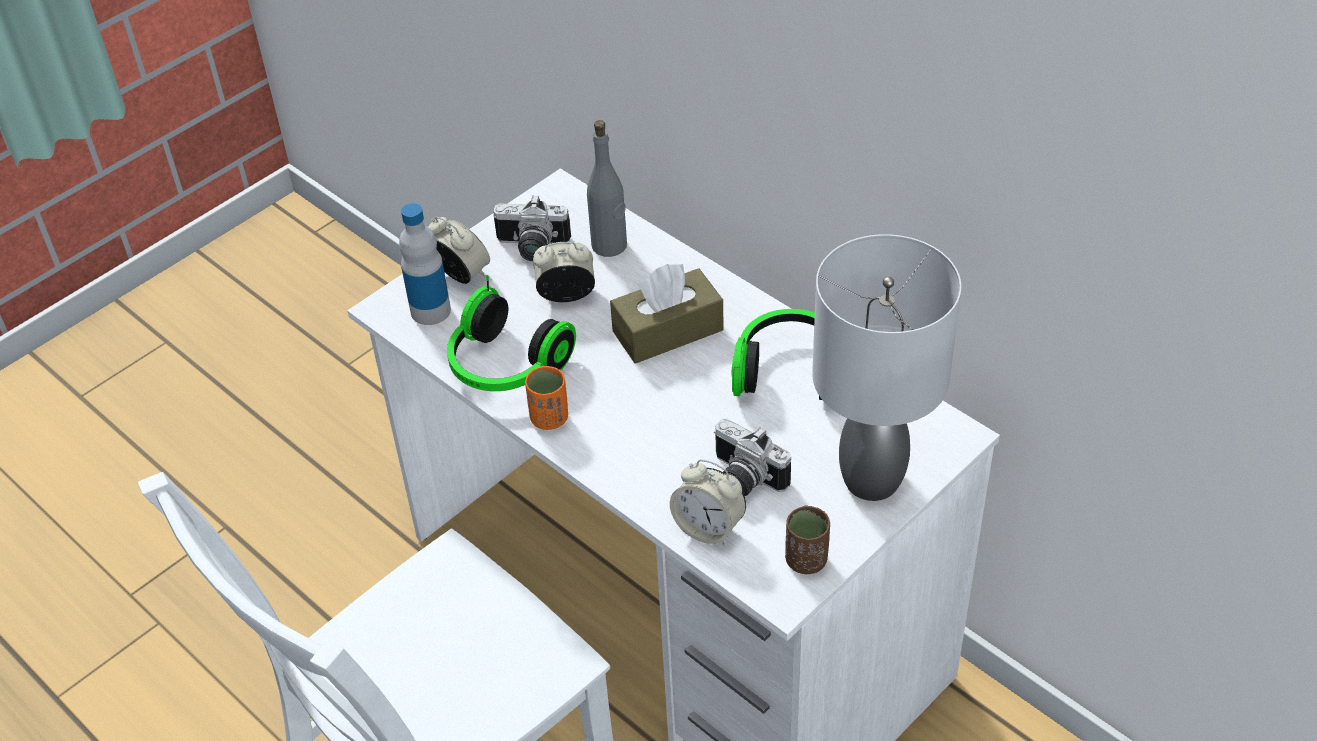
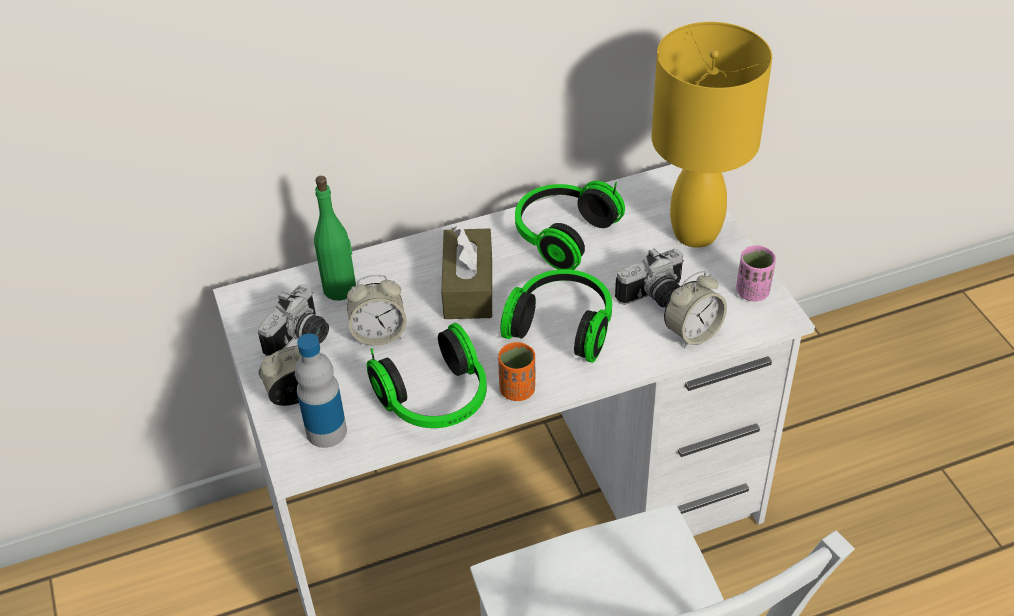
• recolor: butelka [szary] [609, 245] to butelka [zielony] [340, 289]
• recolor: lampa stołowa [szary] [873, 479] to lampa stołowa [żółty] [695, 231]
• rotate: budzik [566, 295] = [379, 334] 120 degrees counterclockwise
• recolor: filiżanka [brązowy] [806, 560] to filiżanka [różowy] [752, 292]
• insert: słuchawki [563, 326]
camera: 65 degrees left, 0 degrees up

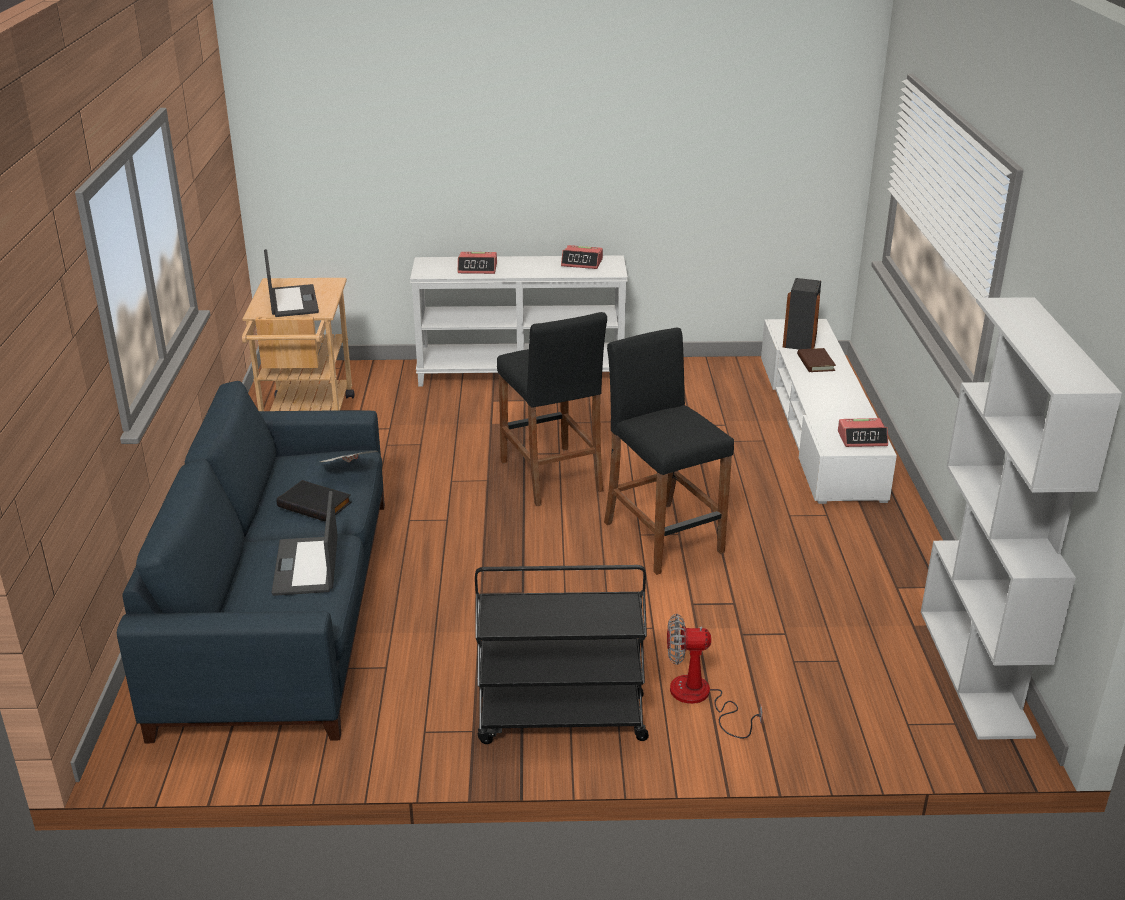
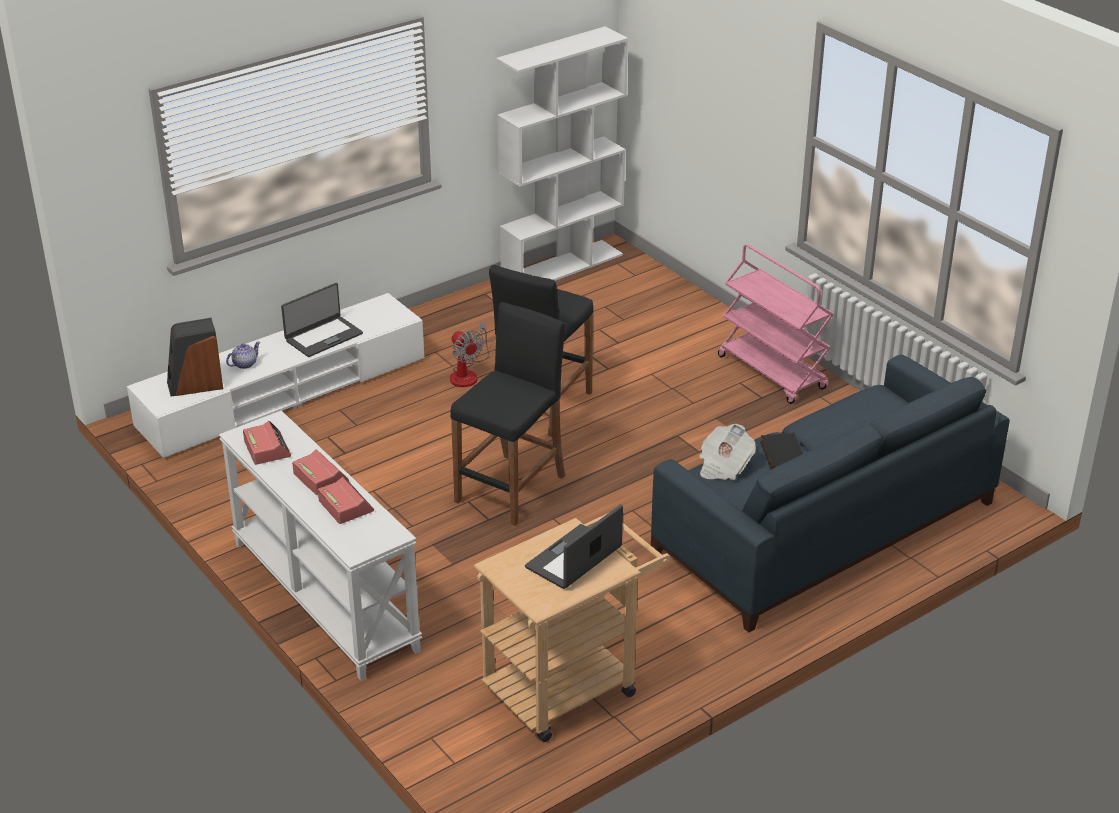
• replace: książka [brązowy] [815, 363] to imbryk [245, 364]
• move: budzik [862, 439] to [320, 477]
• move: laptop [307, 566] to [323, 337]
• recolor: wózek [czarny] [560, 720] to wózek [różowy] [772, 373]
• move: wentylator [700, 698] to [467, 373]
camera: 125 degrees left, 5 degrees up

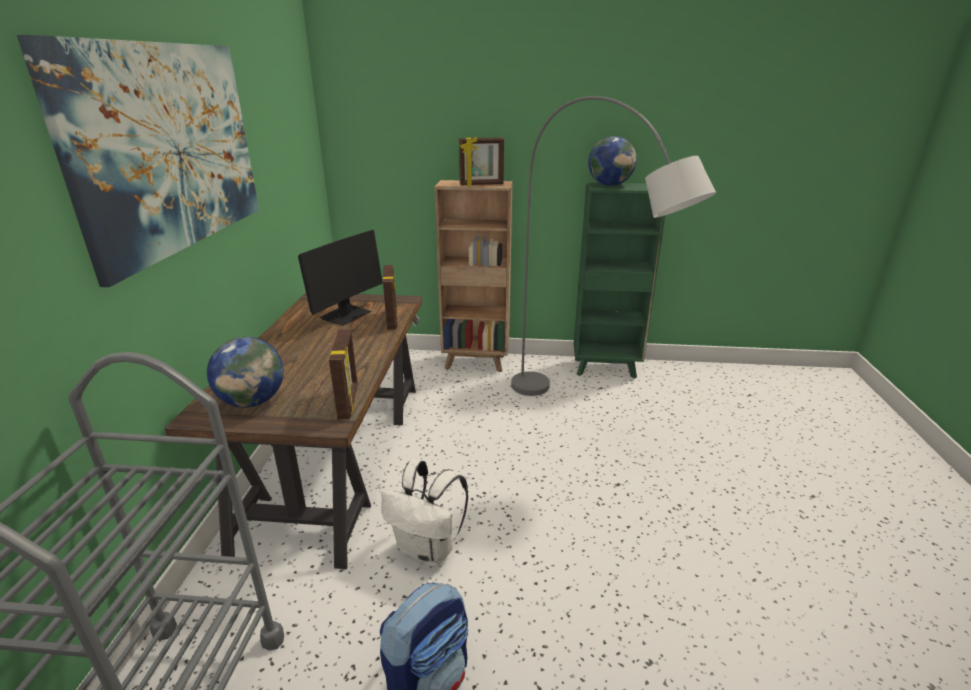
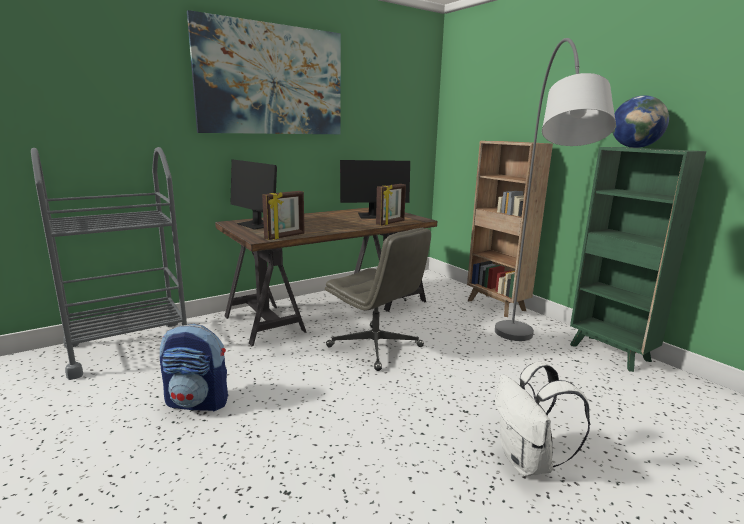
• delete: ramka na zdjęcie [481, 184]
• replace: globus [253, 401] to monitor [256, 225]
• move: plecak [biały] [428, 550] to [528, 462]
• insert: krzesło biurowe [szary] [376, 347]
camera: 50 degrees right, 10 degrees down

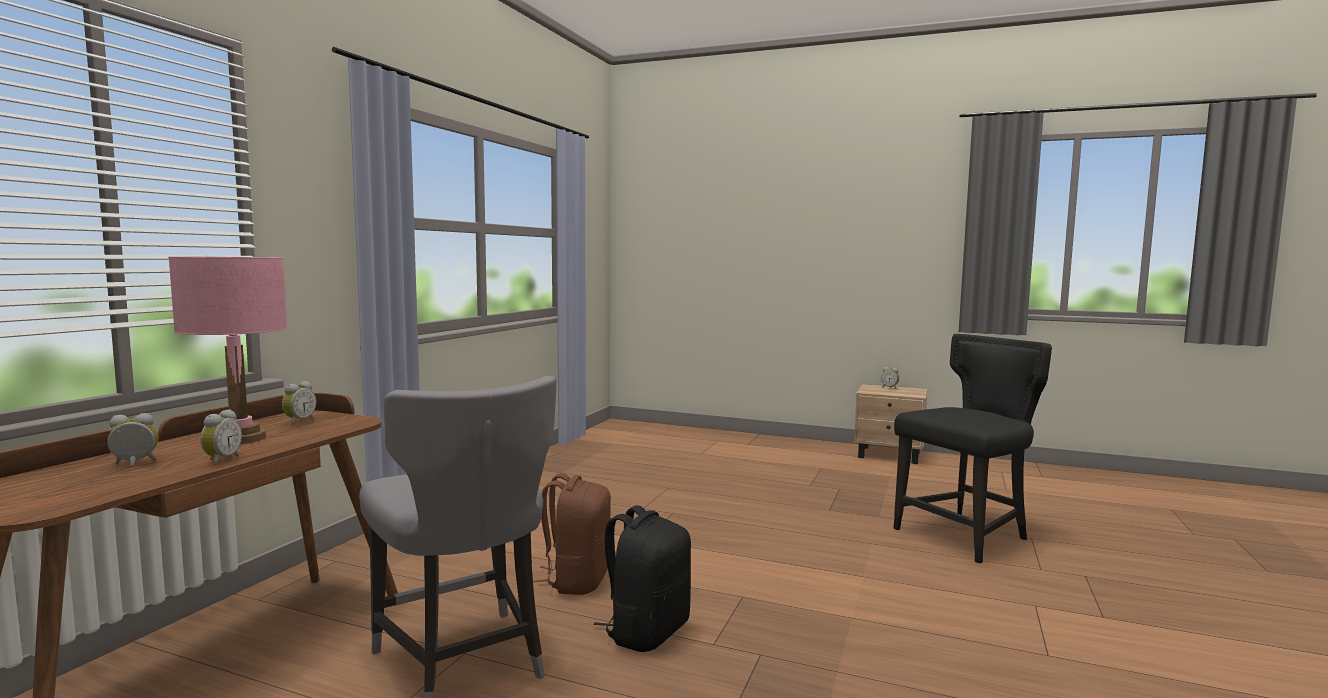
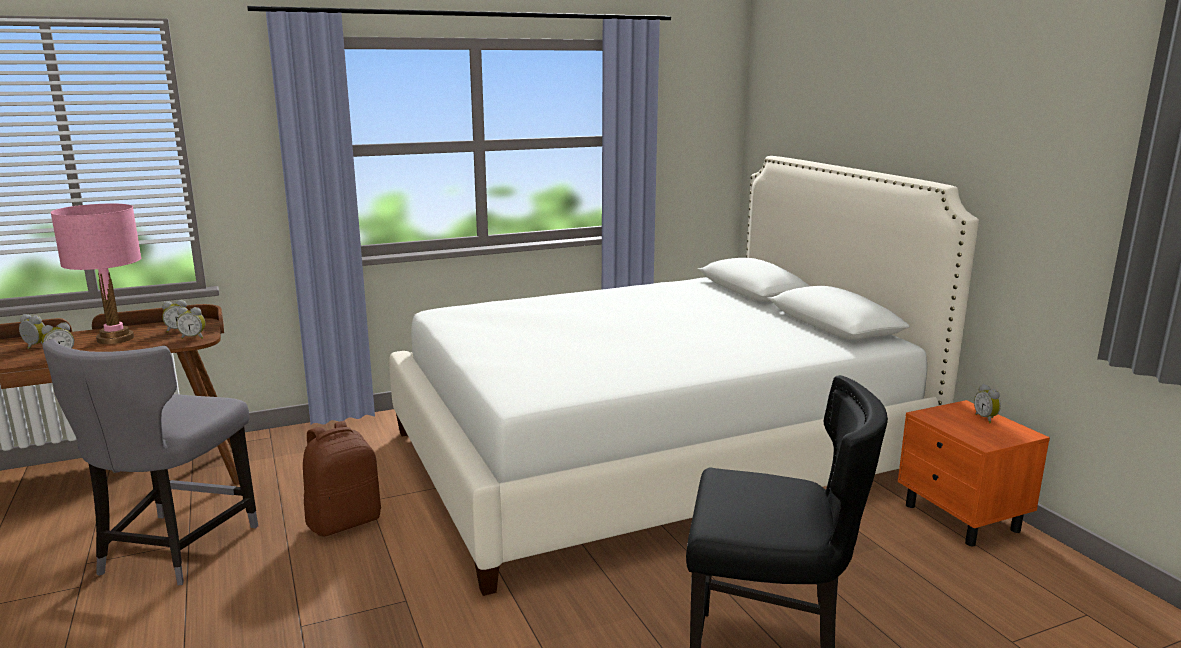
• recolor: szafka nocna [beżowy] [890, 455] to szafka nocna [pomarańczowy] [962, 518]
• delete: plecak [czarny] [646, 632]
• insert: łóżko [biały] [653, 456]
• insert: budzik [193, 337]
camera: 45 degrees right, 10 degrees up

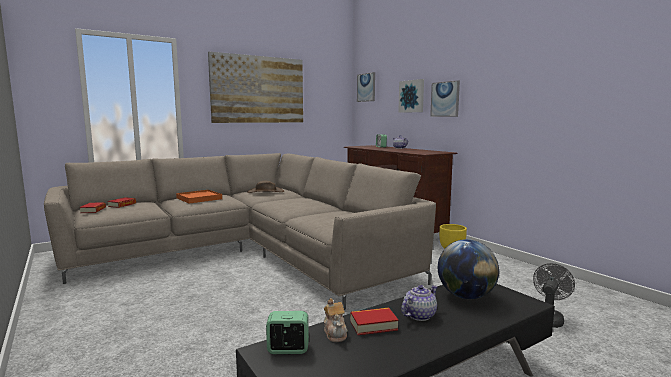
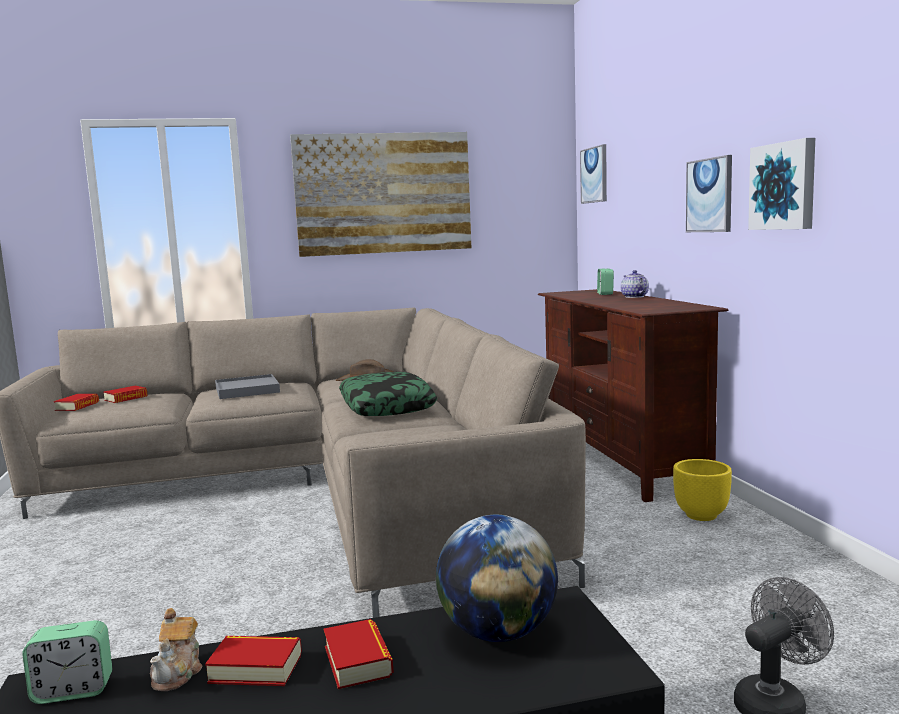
• move: obraz [412, 96] to [784, 186]
• recolor: taca [pomarańczowy] [199, 198] to taca [szary] [247, 390]
• replace: imbryk [418, 315] to książka [358, 661]
• rotate: budzik [288, 349] = [73, 691] 150 degrees clockwise
• insert: poduszka [387, 406]
camera: 20 degrees right, 0 degrees up

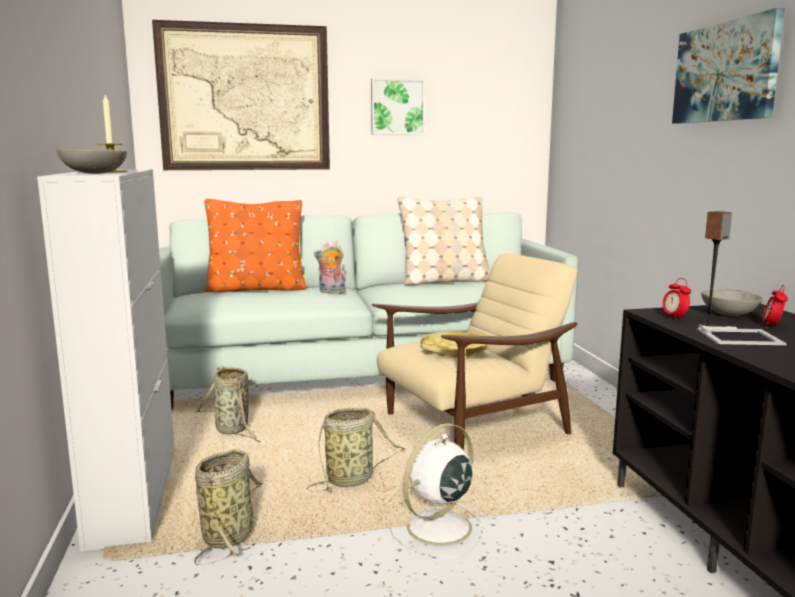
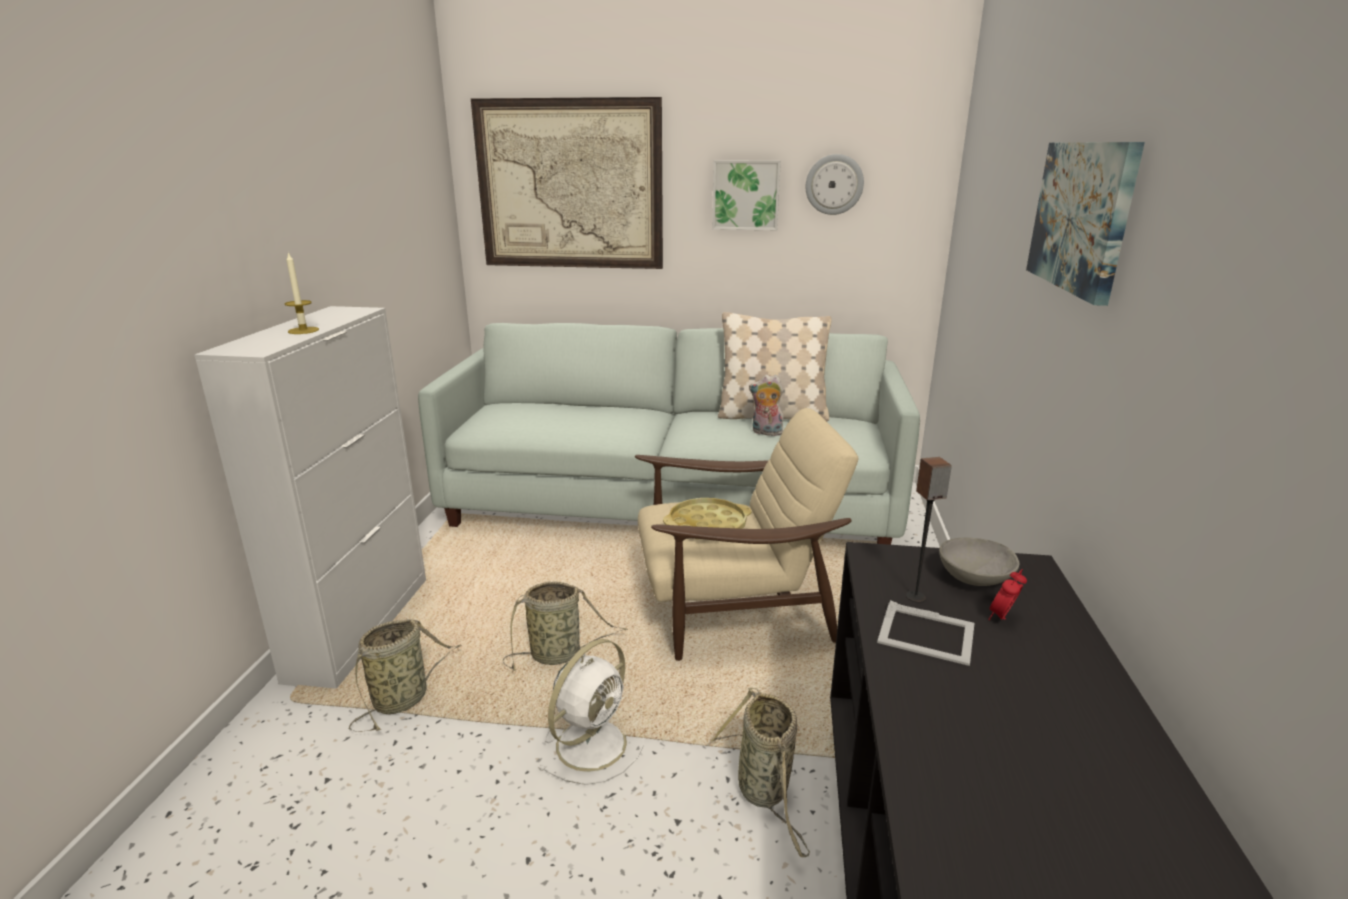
• delete: miska [szary] [93, 173]
• delete: poduszka [pomarańczowy] [256, 289]
• move: pluszak [331, 292] to [766, 432]
• delete: budzik [674, 318]
• move: koszyk [233, 430] to [764, 791]
• rotate: wentylator [biały] [437, 528] = [593, 742] 150 degrees clockwise
• insert: zegar ścienny [834, 184]
camera: 20 degrees right, 10 degrees up

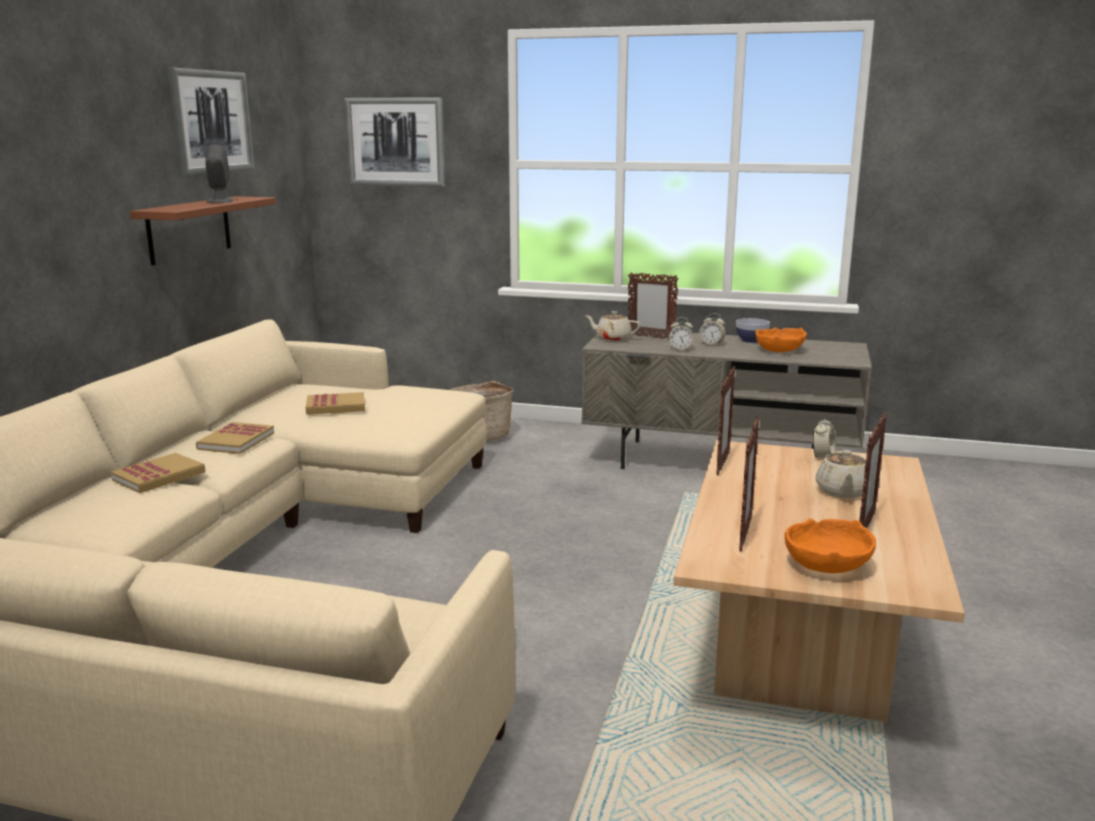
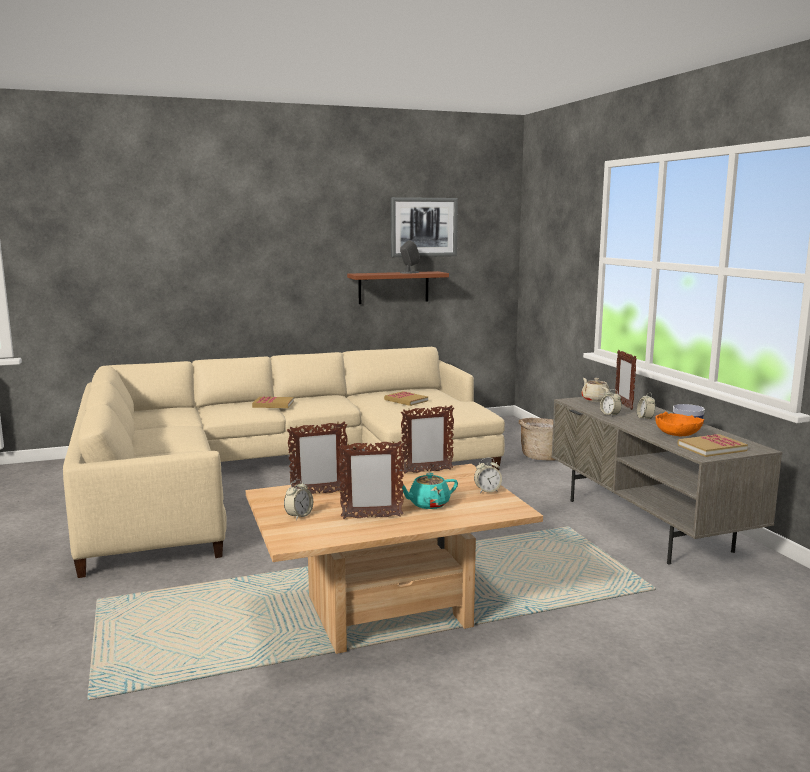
• delete: obraz [395, 142]
• move: książka [236, 441] to [711, 448]
• recolor: imbryk [beżowy] [842, 492] to imbryk [turkusowy] [428, 504]
• replace: miska [pomarańczowy] [825, 565] to budzik [299, 516]
camera: 55 degrees right, 5 degrees down

